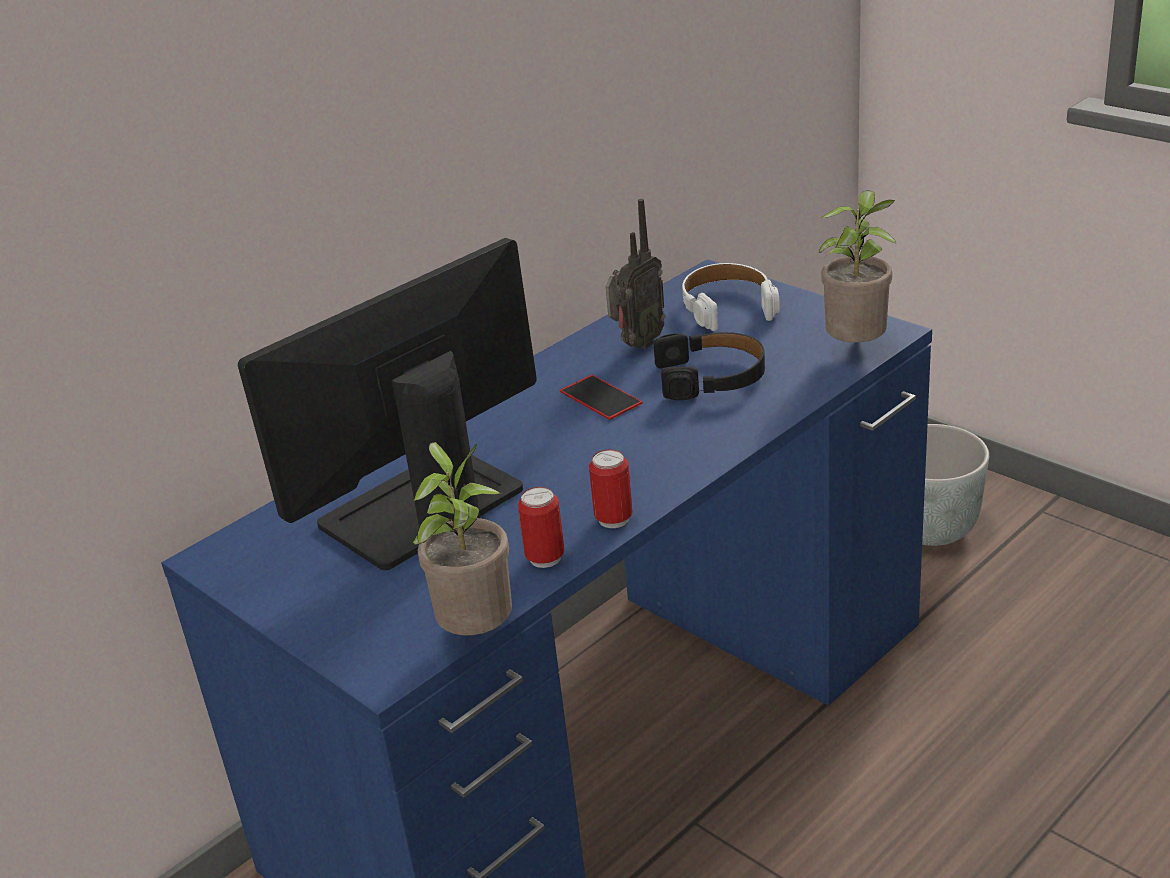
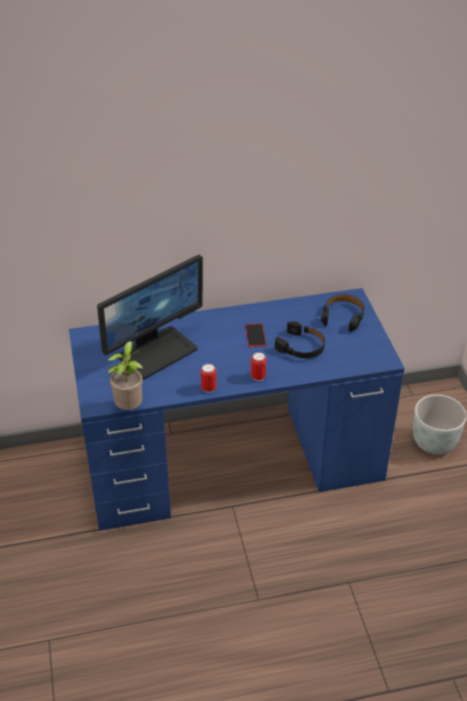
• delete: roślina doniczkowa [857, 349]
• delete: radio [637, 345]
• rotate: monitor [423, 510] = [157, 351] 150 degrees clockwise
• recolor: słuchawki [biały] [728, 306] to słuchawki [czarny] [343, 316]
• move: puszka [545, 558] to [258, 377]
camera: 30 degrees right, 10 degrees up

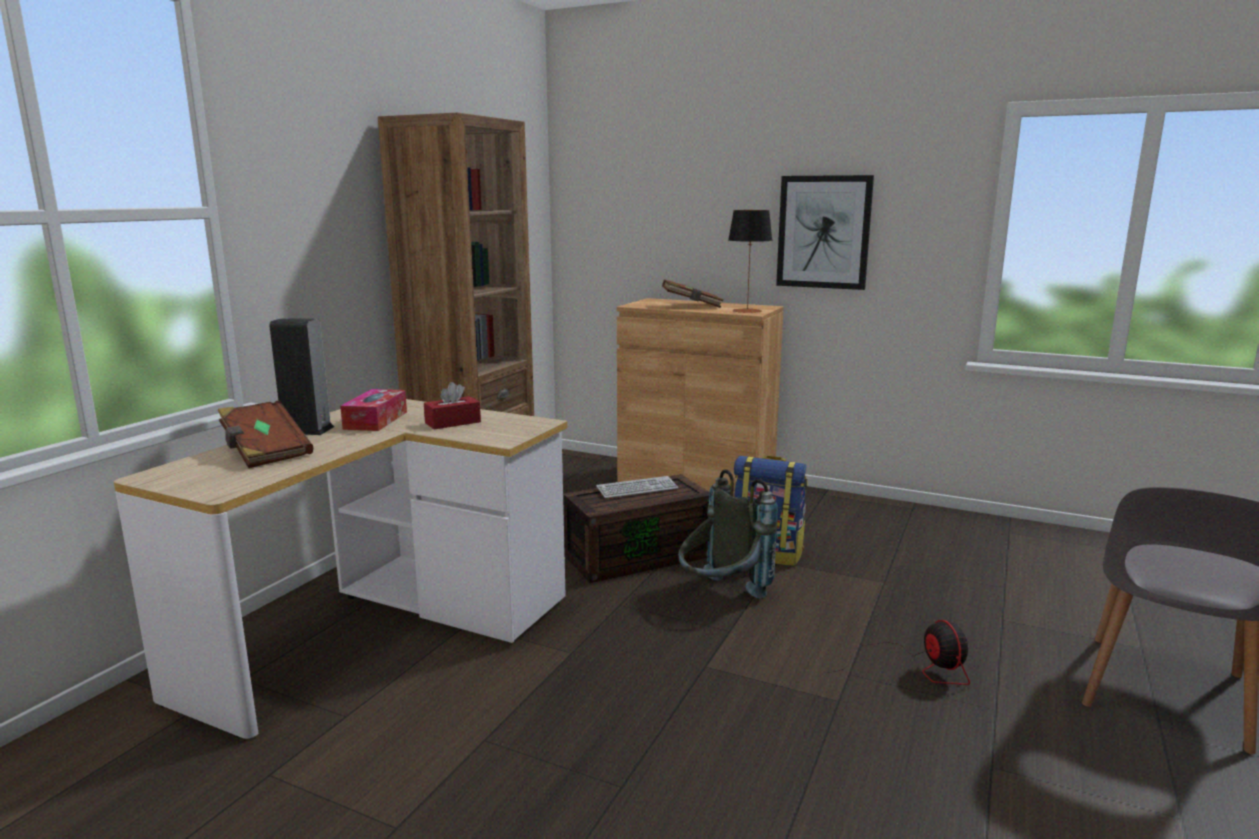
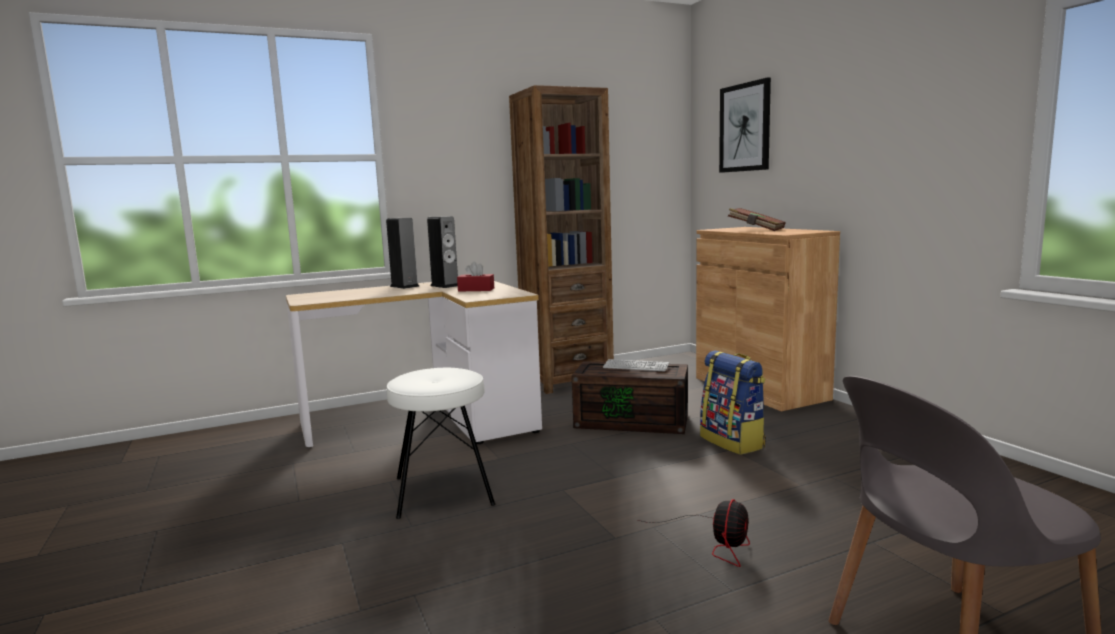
• move: obraz [823, 232] to [745, 127]
• delete: lampa stołowa [747, 311]
• replace: pudełko chusteczek [376, 420] to głośnik [445, 285]
• delete: książka [brązowy] [265, 452]
• delete: plecak [szary] [721, 596]
• insert: stołek [biały] [443, 491]
camera: 40 degrees right, 5 degrees down

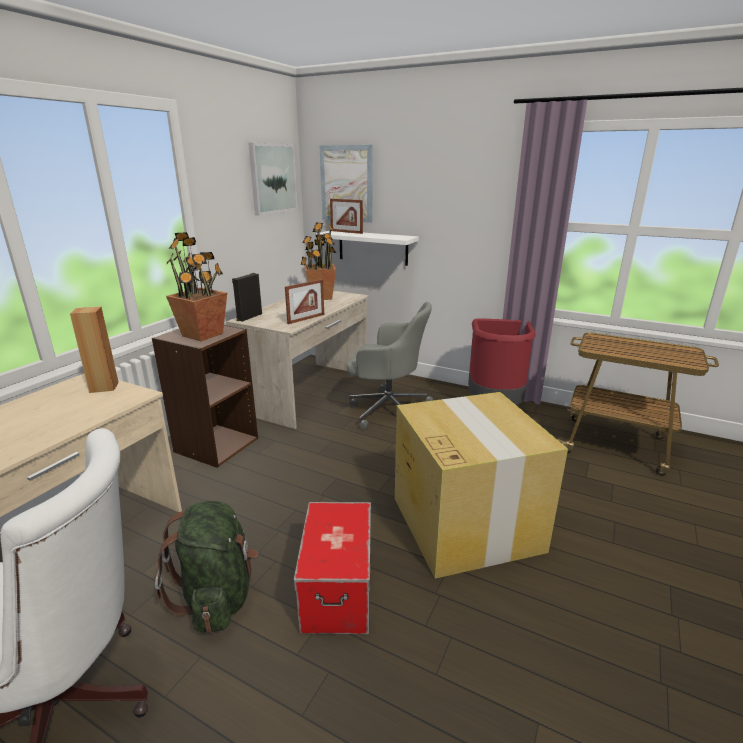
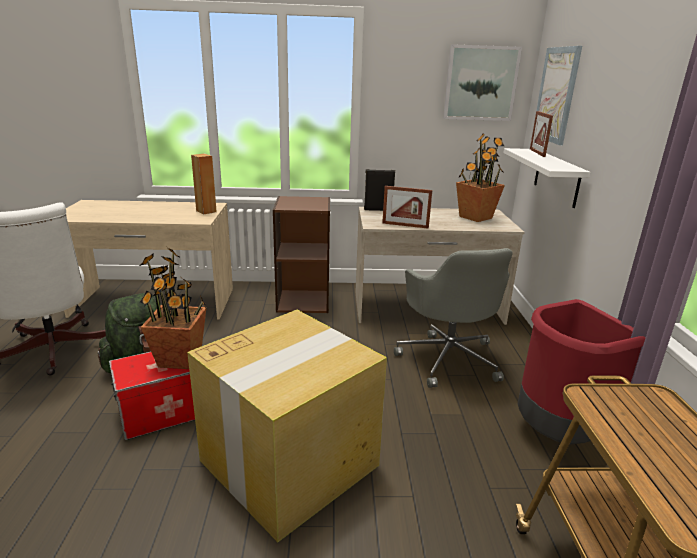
• move: roślina doniczkowa [203, 335] to [180, 359]
camera: 60 degrees right, 0 degrees up

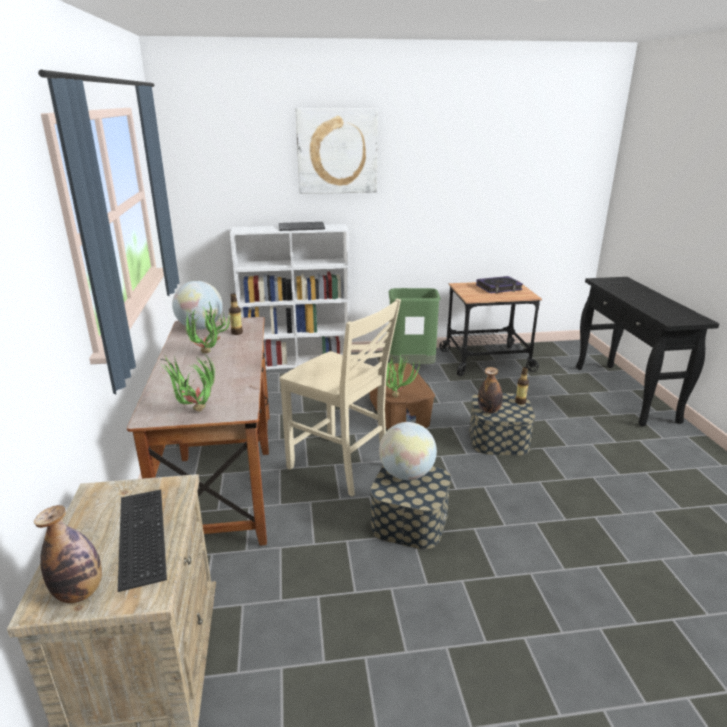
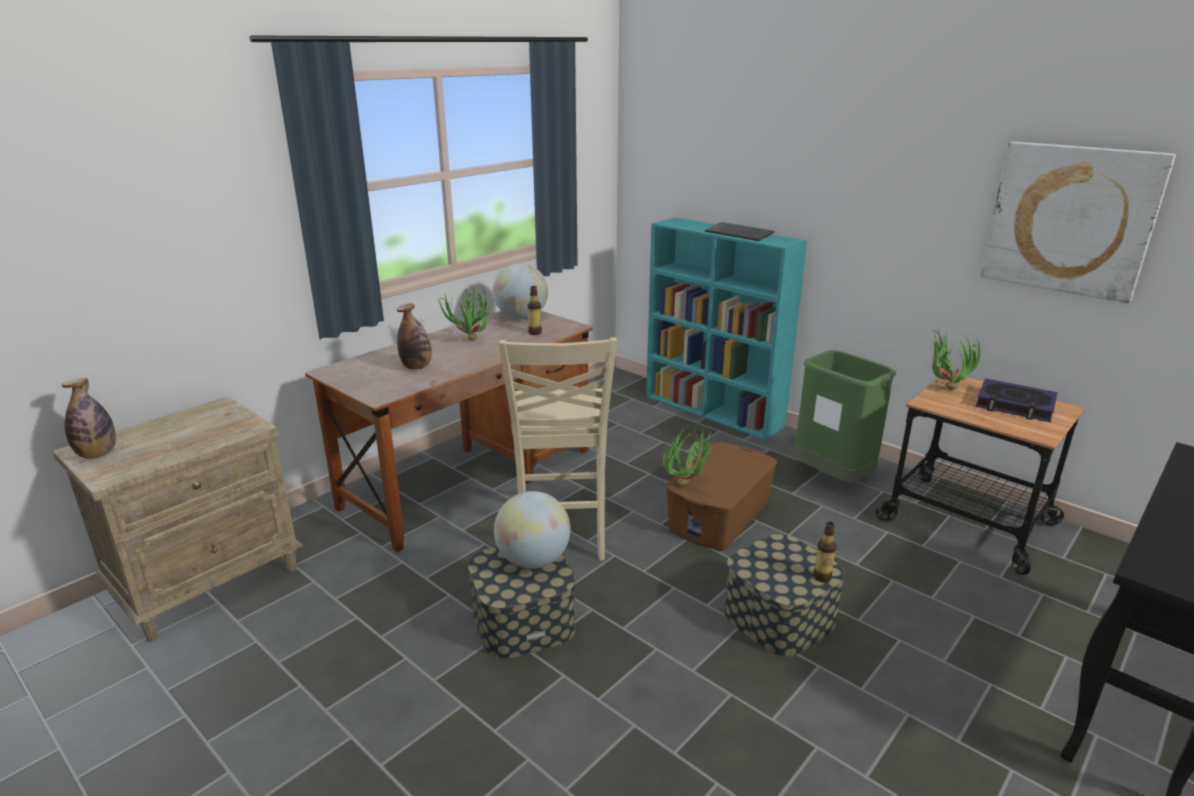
• move: obraz [337, 151] to [1070, 220]
• recolor: regał [biały] [298, 361] to regał [turkusowy] [714, 411]
• move: roślina doniczkowa [193, 413] to [943, 389]
• move: butelka [489, 410] to [417, 367]
• delete: klawiatura [139, 535]
camera: 50 degrees right, 0 degrees up

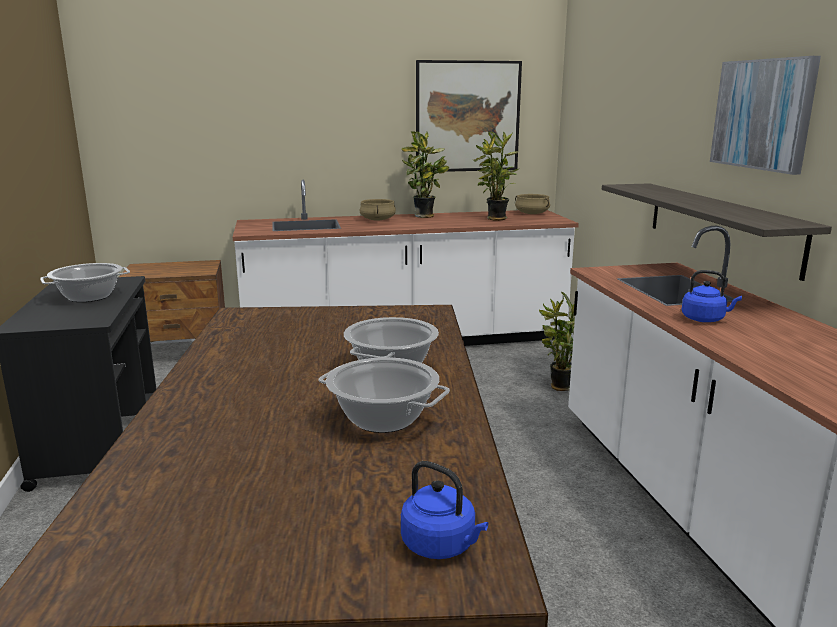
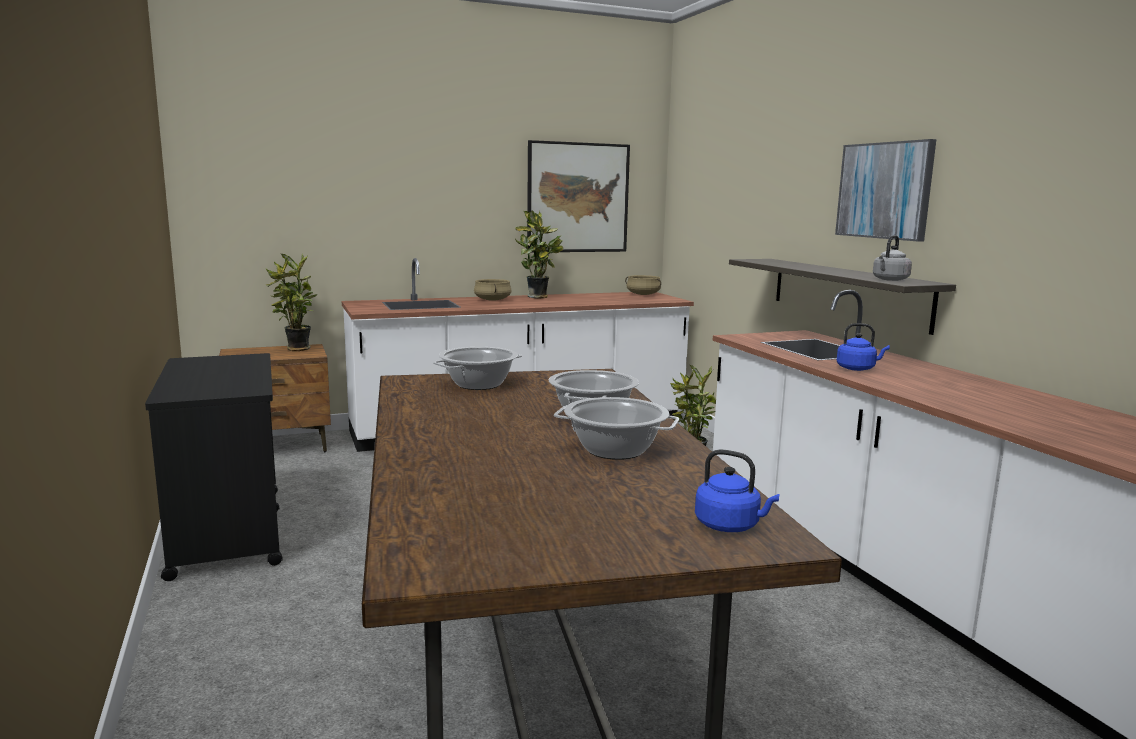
• move: roślina doniczkowa [495, 219] to [296, 349]
• move: garnek [89, 297] to [478, 385]
• insert: czajnik [szary] [889, 279]
camera: 10 degrees left, 5 degrees down

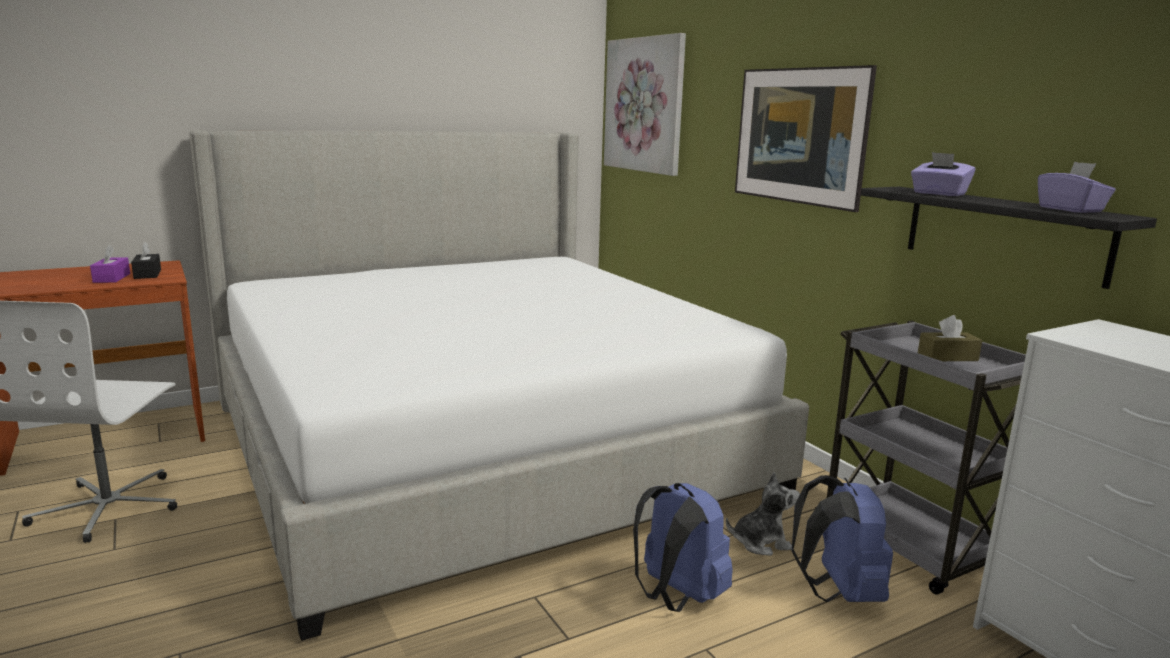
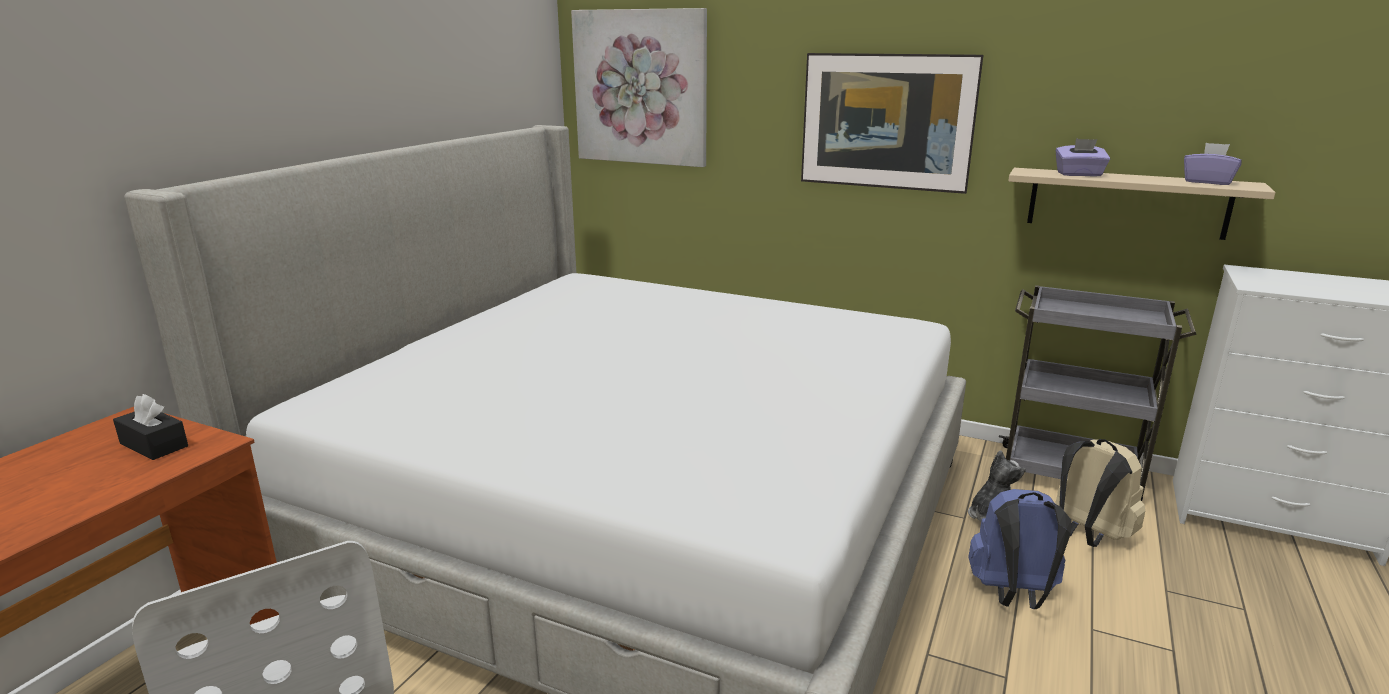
• recolor: półka [czarny] [1003, 233] to półka [beżowy] [1127, 203]
• delete: pudełko chusteczek [fioletowy] [112, 278]
• delete: pudełko chusteczek [brązowy] [947, 357]
• recolor: plecak [niebieski] [838, 592] to plecak [beżowy] [1088, 535]
camera: 35 degrees left, 5 degrees up

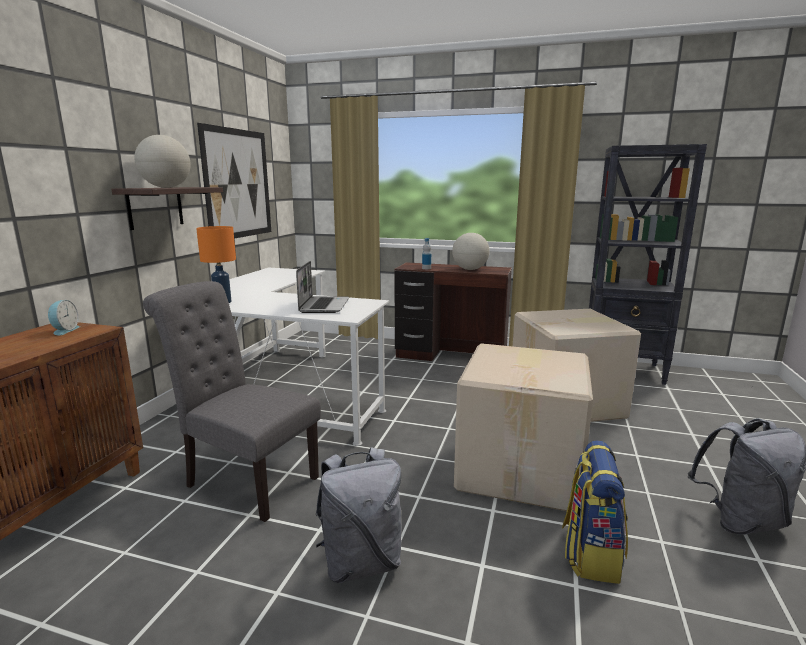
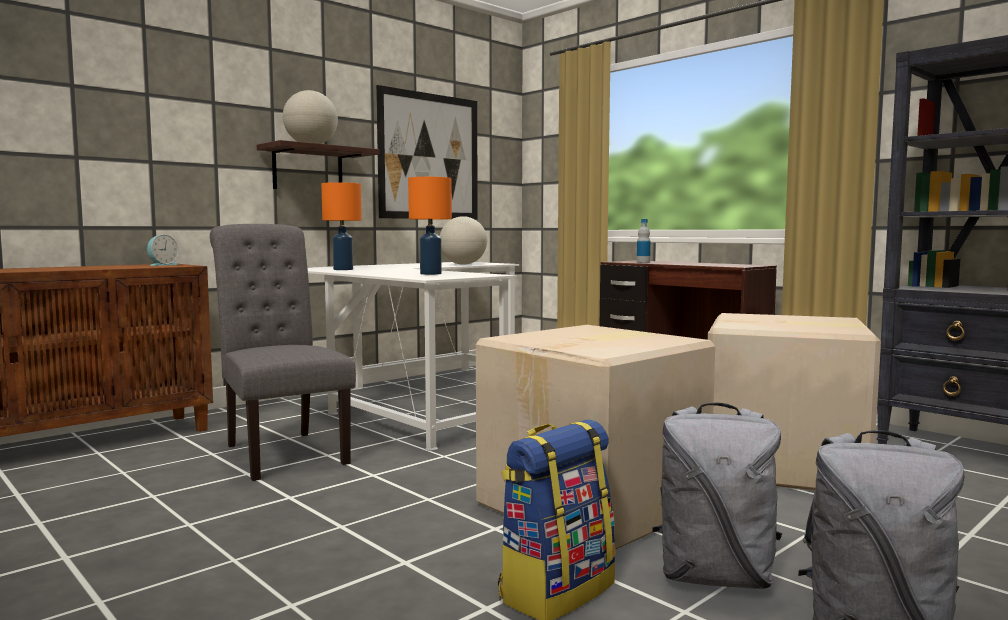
• move: globus [470, 269] to [463, 264]
• replace: laptop [324, 305] to lampa stołowa [pomarańczowy] [430, 274]
• move: plecak [szary] [361, 562] to [715, 577]
camera: 30 degrees right, 10 degrees down

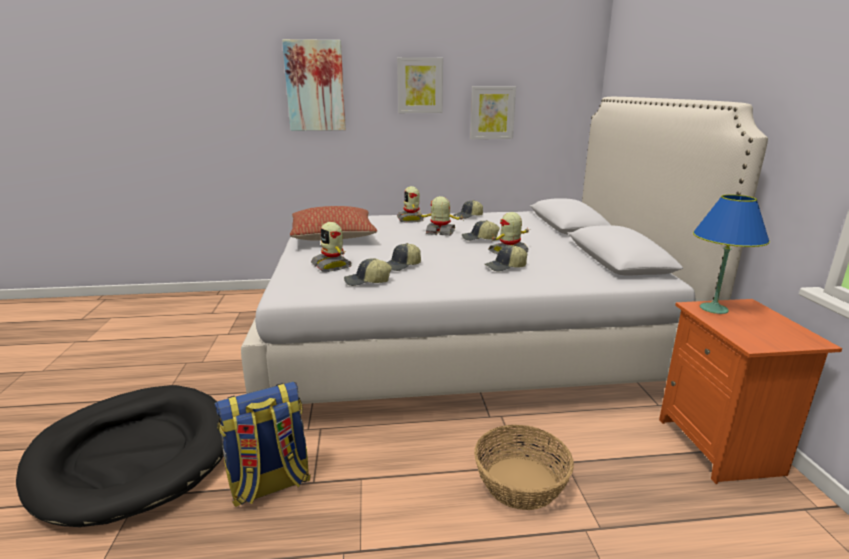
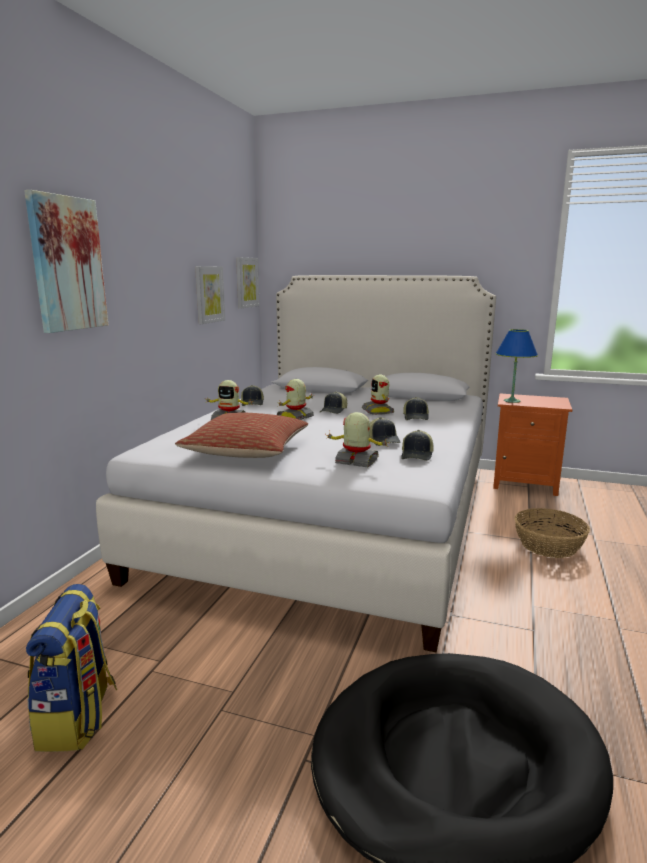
• move: obraz [420, 85] to [246, 282]
• rotate: robot zabawkowy [332, 265] = [356, 461] 150 degrees counterclockwise
• move: plecak [269, 484] to [78, 718]
camera: 65 degrees left, 5 degrees down

